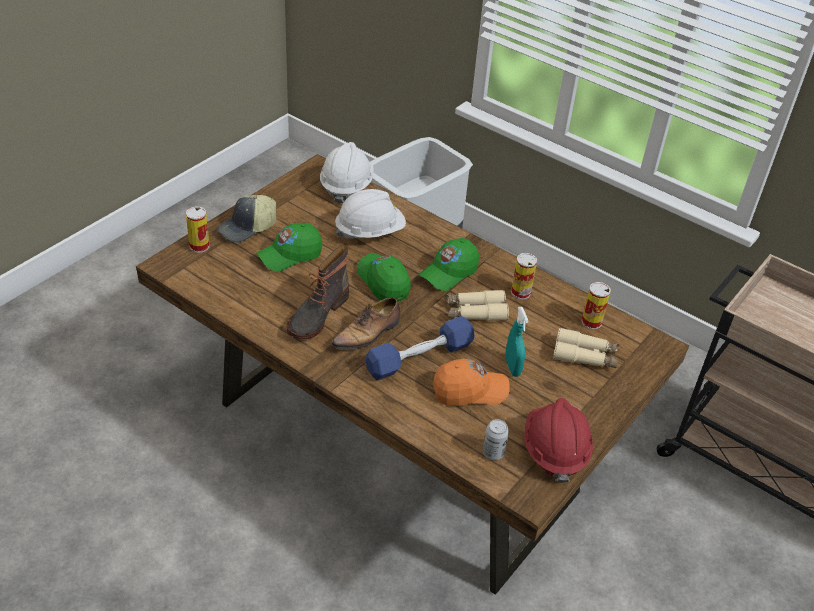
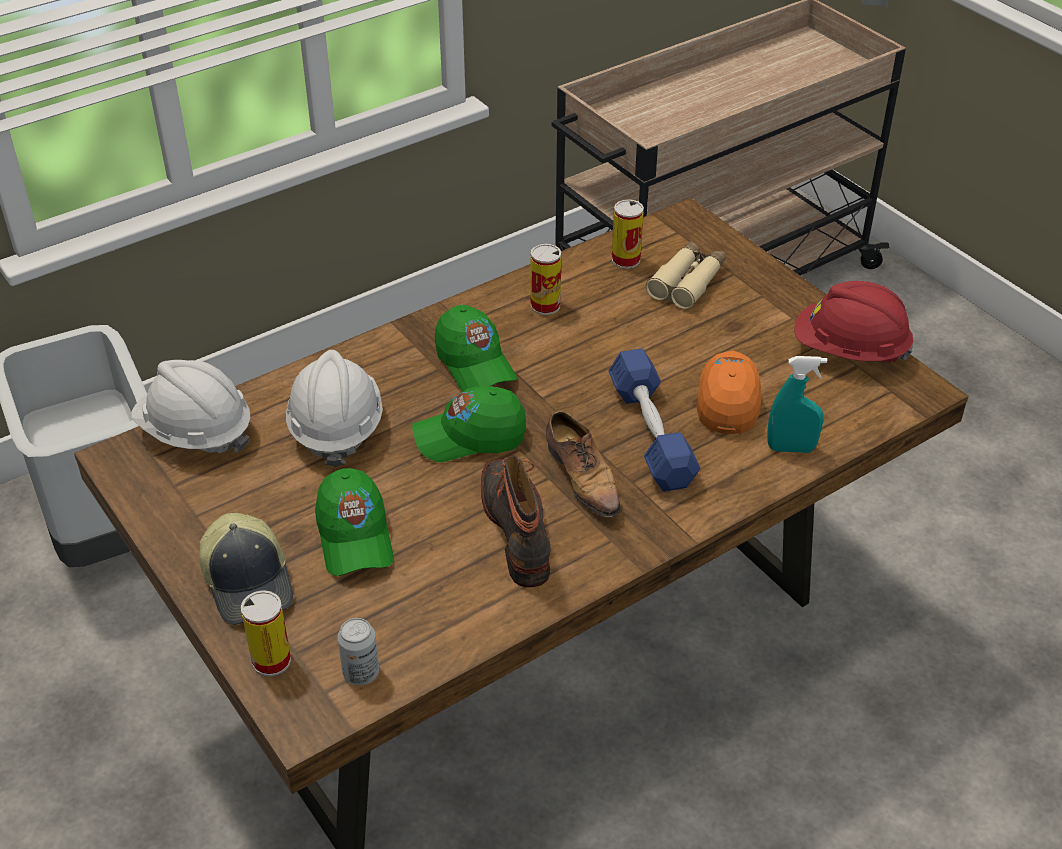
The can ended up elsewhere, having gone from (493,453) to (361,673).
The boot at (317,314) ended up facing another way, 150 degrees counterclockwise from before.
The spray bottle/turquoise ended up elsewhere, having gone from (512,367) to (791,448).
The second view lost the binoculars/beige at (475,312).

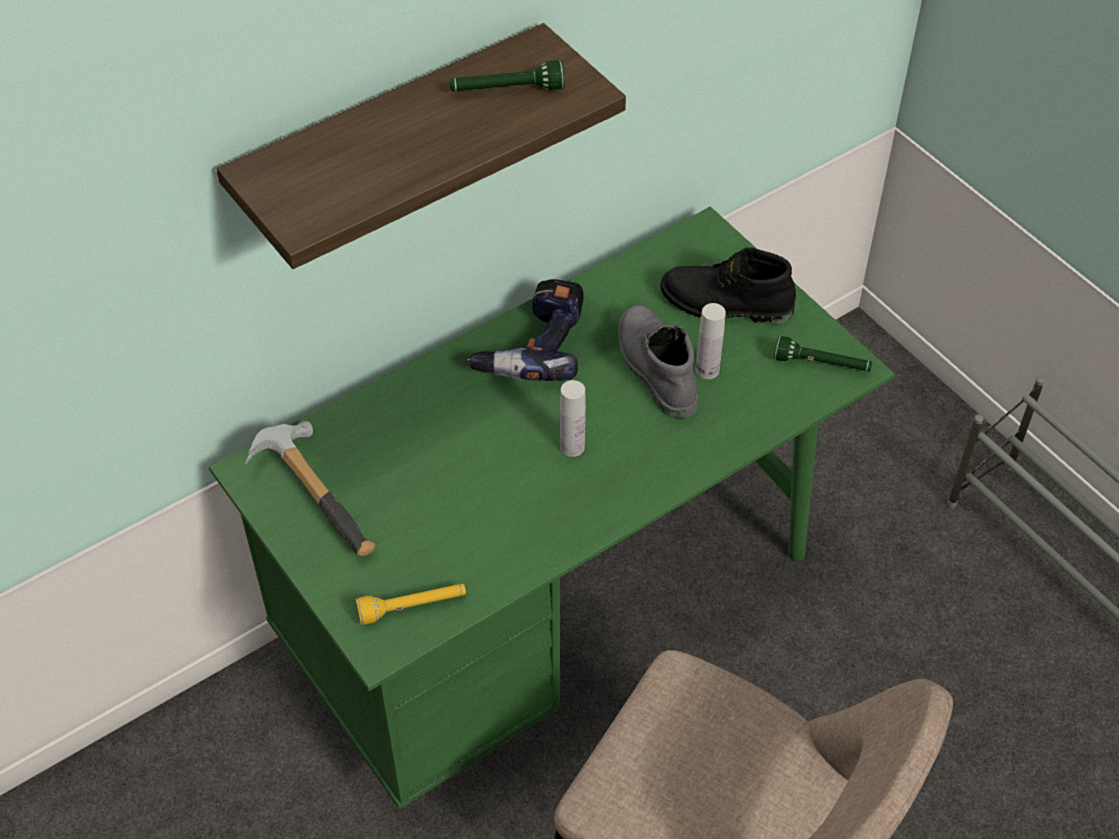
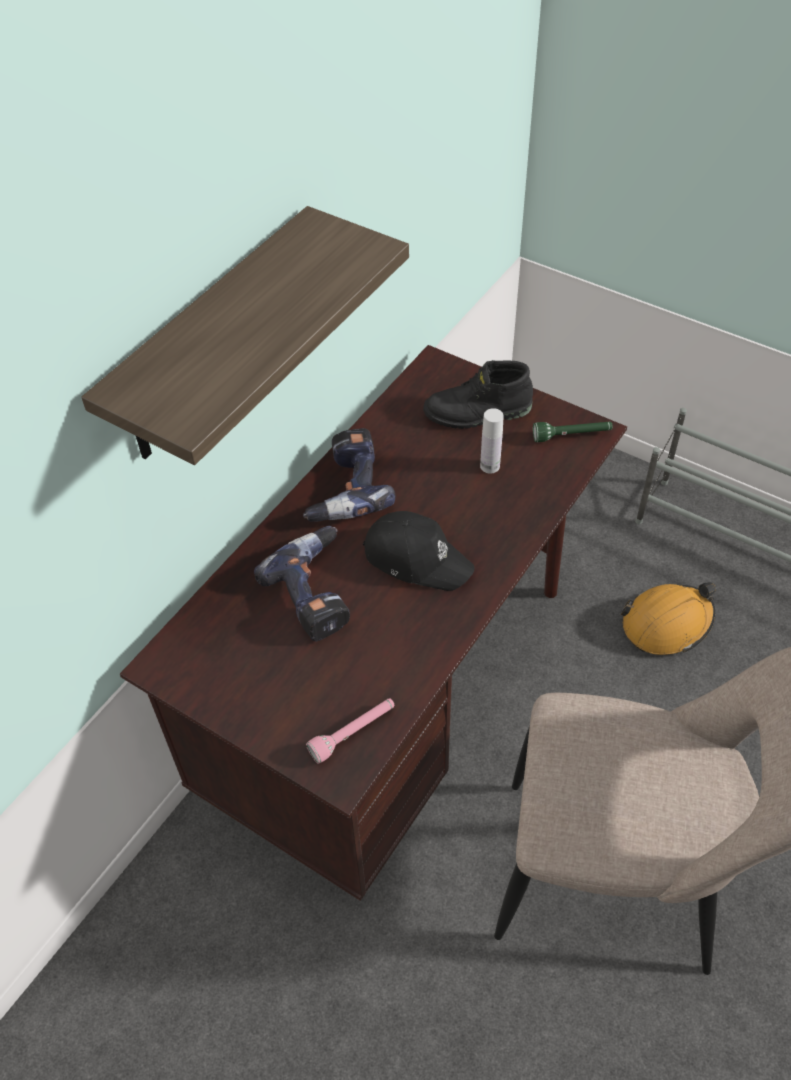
What was the desk/green at (559,615) turned into the desk/brown at (400,699).
The second view gained the power drill at (318,591).
What was the flashlight/yellow at (412,607) turned into the flashlight/pink at (353,733).
Where the bottle/white stood at (572,447), the cap/black came to stand at (417,558).
The second view gained the hard hat/orange at (667,623).
The second view lost the hammer at (321,492).
The second view lost the flashlight/green at (507,91).
The second view lost the boot/grey at (654,369).

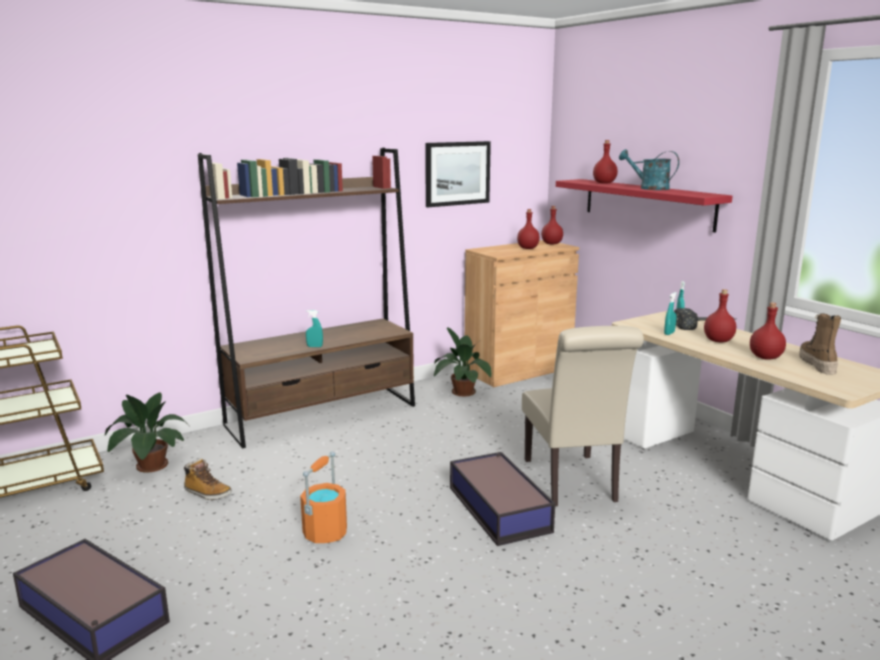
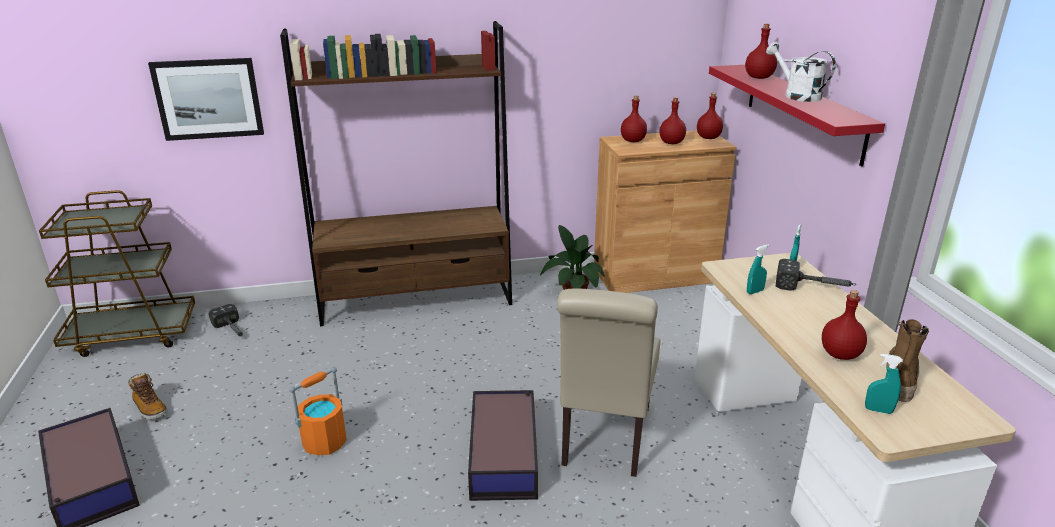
The boot ended up elsewhere, having gone from (207,493) to (150,408).
The picture ended up elsewhere, having gone from (457,173) to (208,99).
Where the potted plant stood at (149,466), the hammer came to stand at (232,330).
The bottle/red ended up elsewhere, having gone from (719,341) to (633,141).
What was the watering can/turquoise at (649,188) turned into the watering can/white at (796,95).
The spray bottle/turquoise ended up elsewhere, having gone from (314,346) to (878,410).

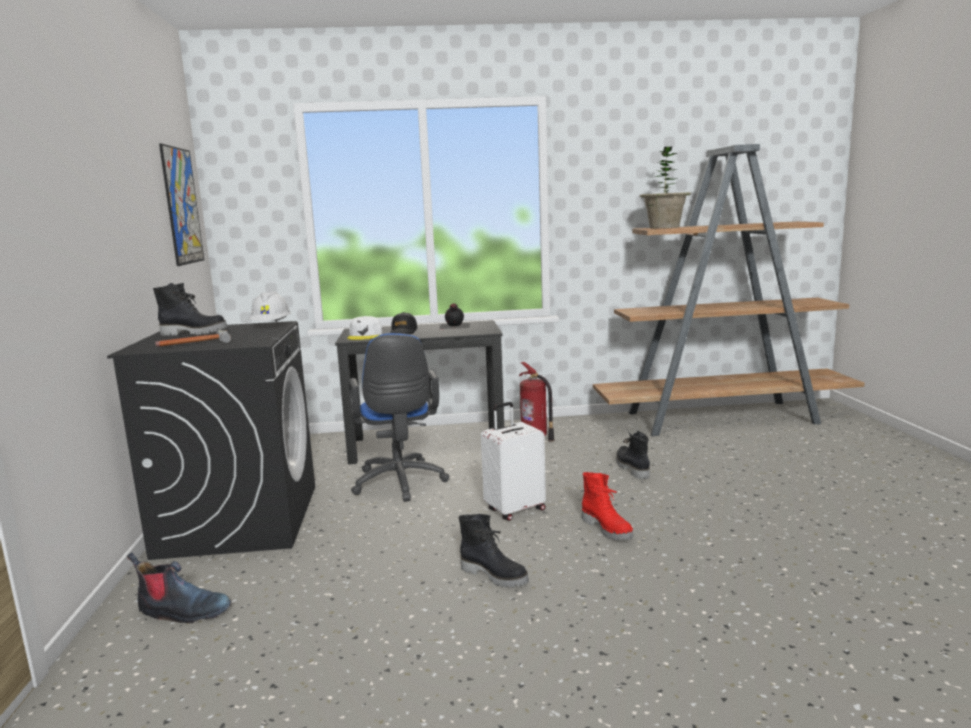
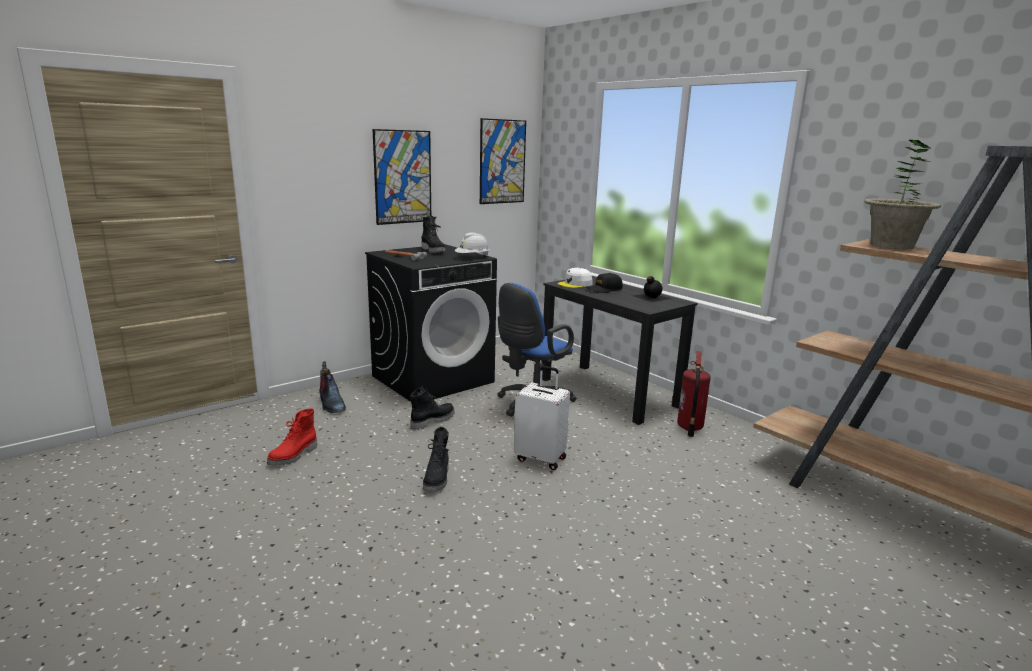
The boot/red ended up elsewhere, having gone from (607,529) to (294,456).
The second view gained the picture at (403,177).
The boot/black ended up elsewhere, having gone from (631,468) to (432,421).

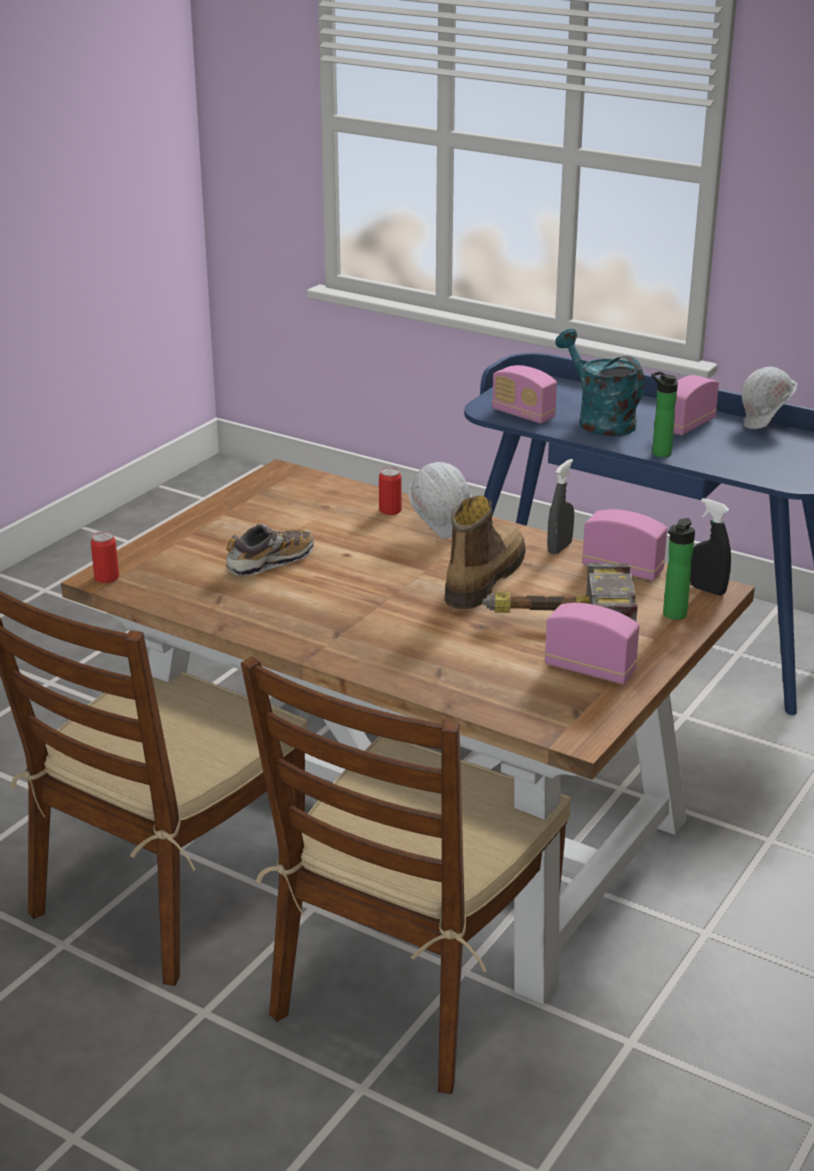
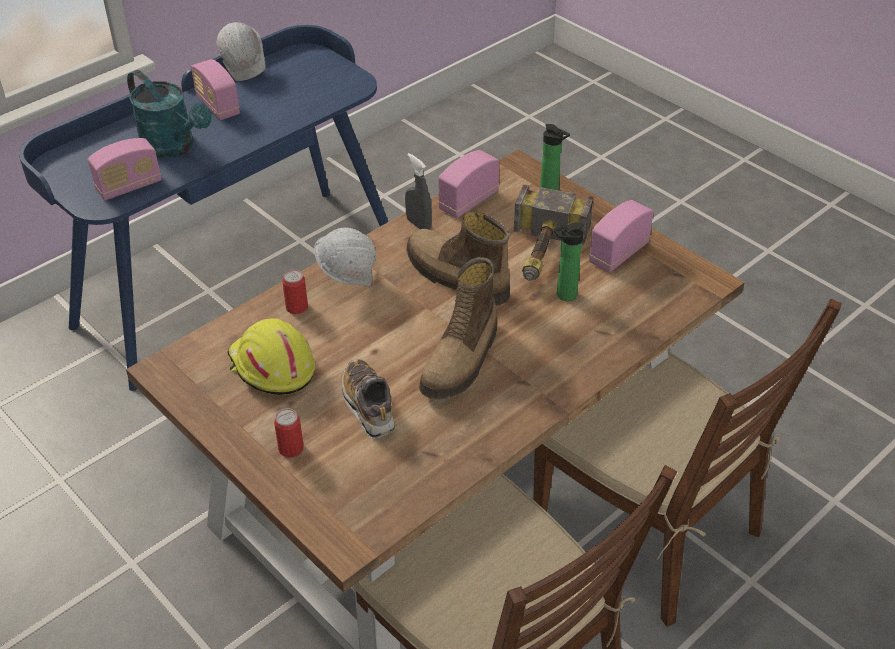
The watering can/turquoise at (599,420) ended up facing another way, 120 degrees counterclockwise from before.
The second view gained the hard hat/yellow at (271,368).
The can ended up elsewhere, having gone from (106,578) to (291,448).
The second view gained the boot at (462,361).
The bottle ended up elsewhere, having gone from (659,452) to (563,295).
The second view lost the spray bottle/black at (707,590).

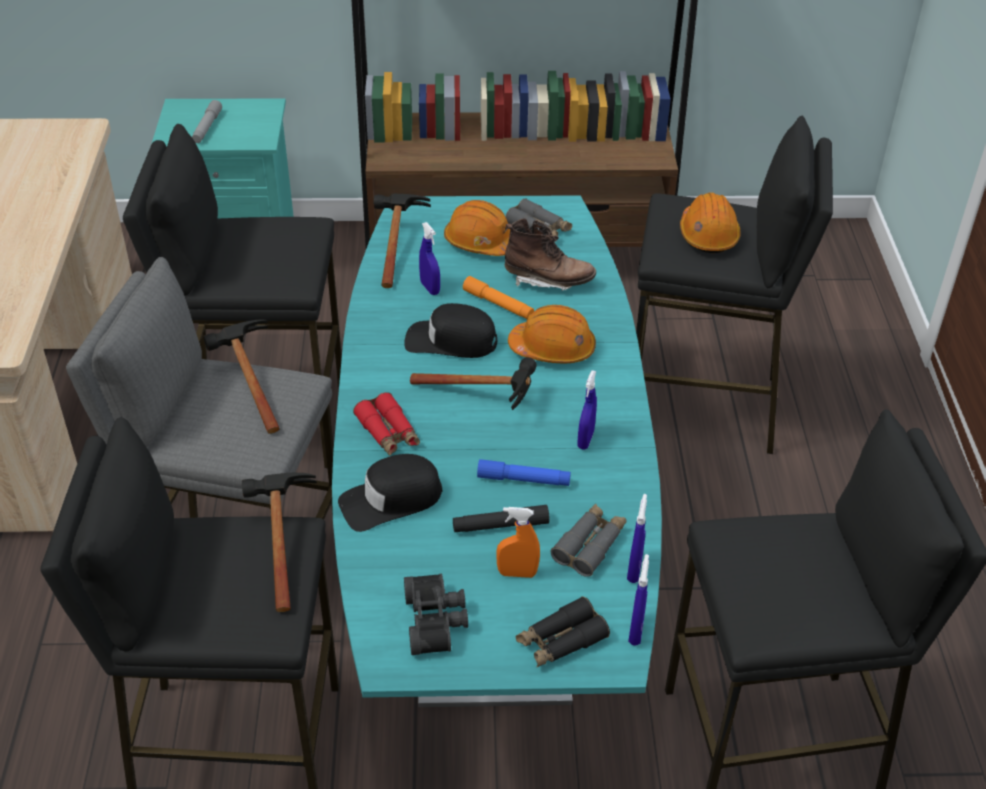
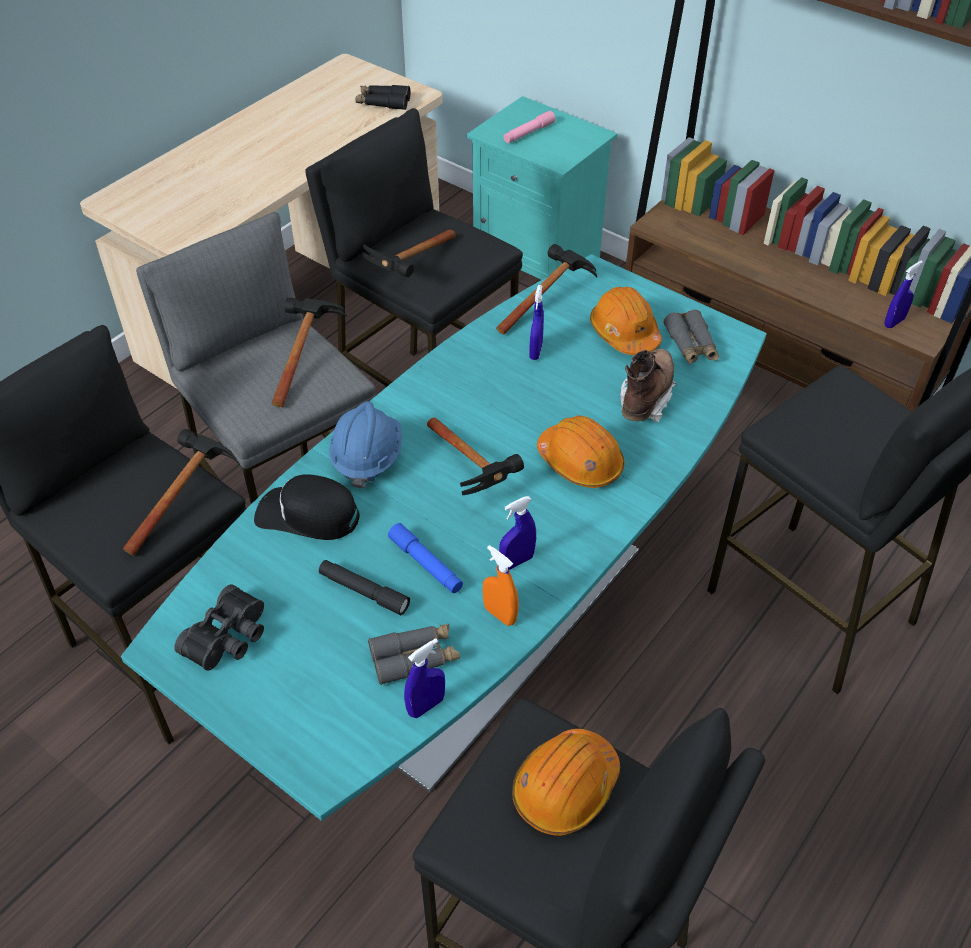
Where the binoculars/red stood at (388,432), the hard hat/blue came to stand at (367,457).
The binoculars/black ended up elsewhere, having gone from (561,641) to (383,103).
The second view gained the hammer at (410,271).
The spray bottle/orange ended up elsewhere, having gone from (517,573) to (500,614).
What was the flashlight/grey at (207,127) turned into the flashlight/pink at (528,133).
The hard hat/orange ended up elsewhere, having gone from (708,235) to (565,788).
The boot/brown at (548,280) ended up facing another way, 120 degrees counterclockwise from before.
The spray bottle/blue ended up elsewhere, having gone from (636,631) to (894,322).
The second view lost the cap/black at (451,341).
The second view lost the flashlight/orange at (498,304).

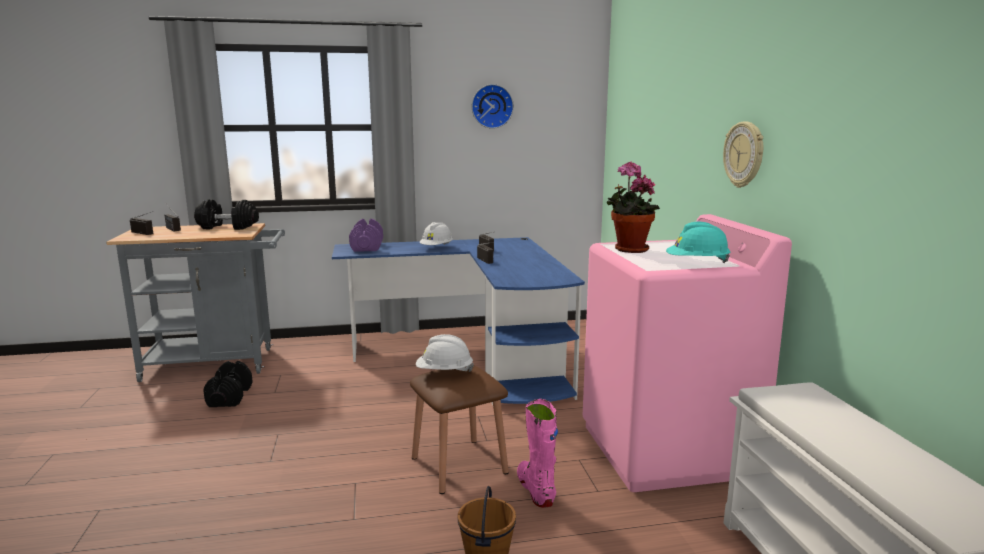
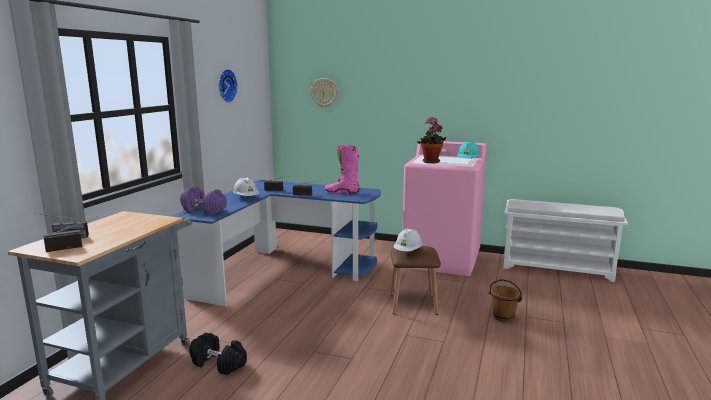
The wall clock ended up elsewhere, having gone from (744,154) to (324,92).
The boot/pink ended up elsewhere, having gone from (536,490) to (342,192).
The second view lost the dumbbell/black at (228,227).

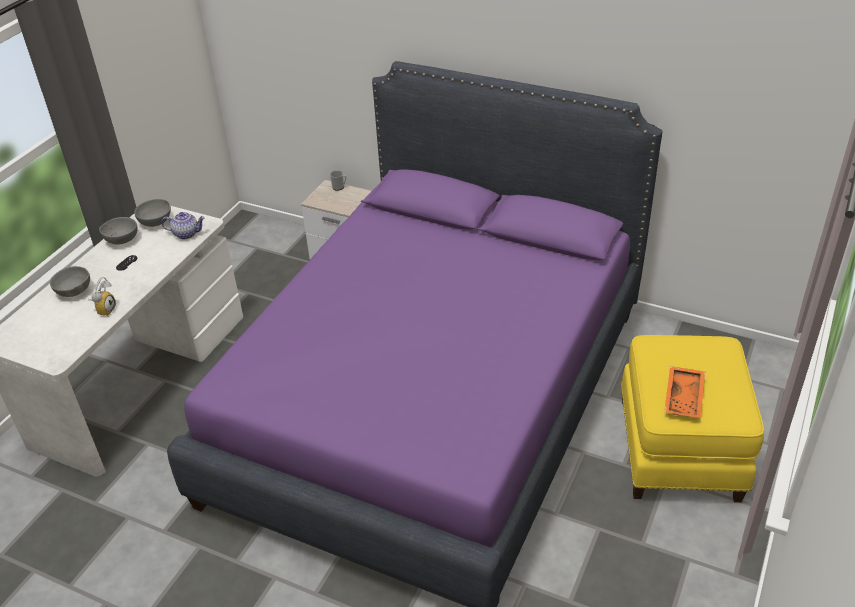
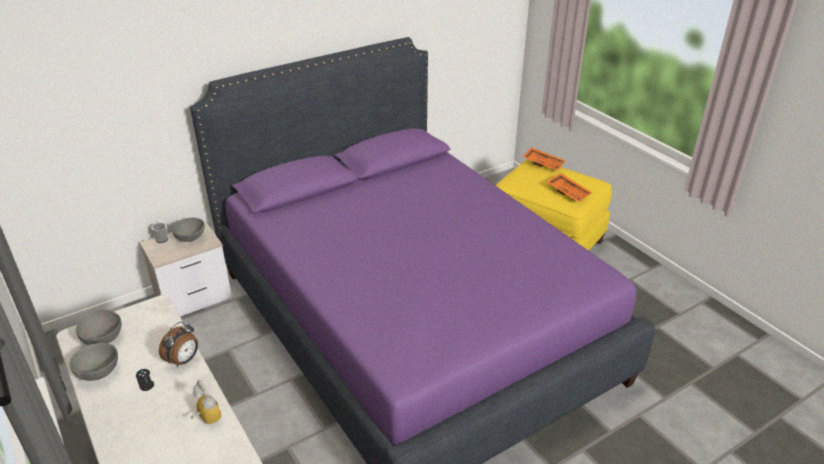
The second view gained the alarm clock at (184,360).
The bowl/grey ended up elsewhere, having gone from (74,292) to (191,238).
The second view gained the tray/orange at (543,163).
The second view lost the teapot at (187,233).

